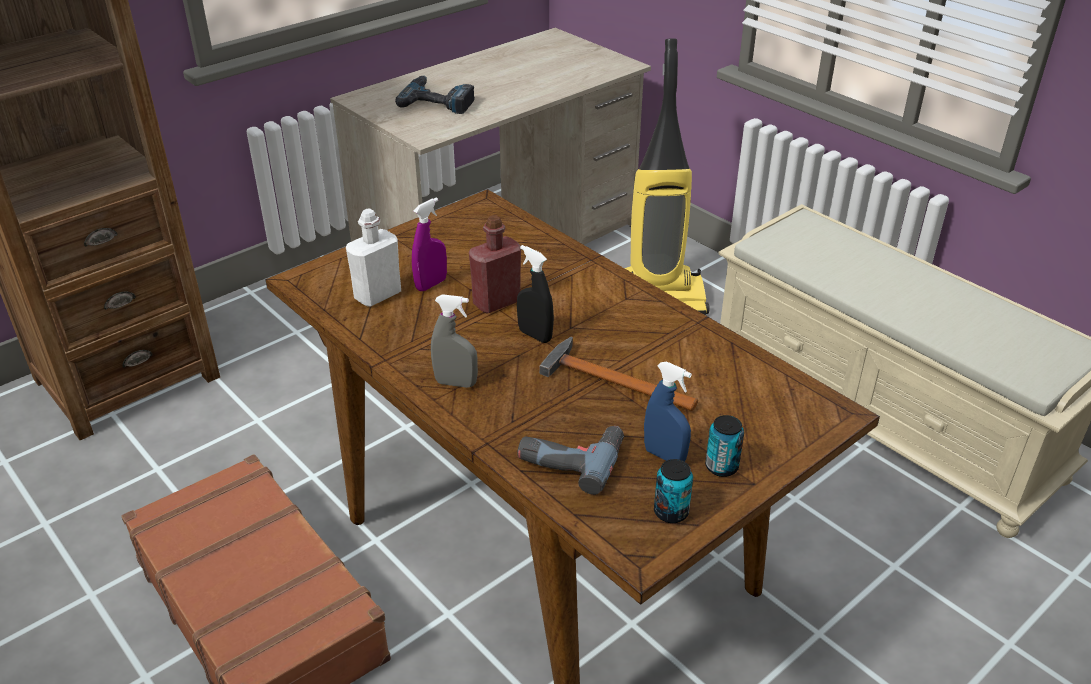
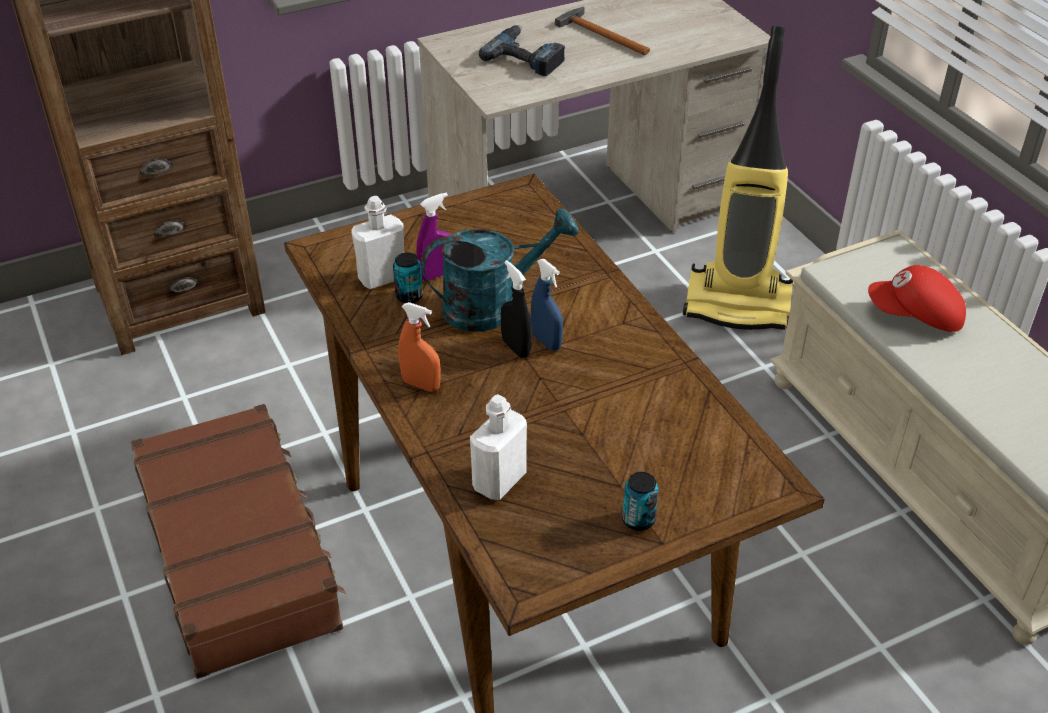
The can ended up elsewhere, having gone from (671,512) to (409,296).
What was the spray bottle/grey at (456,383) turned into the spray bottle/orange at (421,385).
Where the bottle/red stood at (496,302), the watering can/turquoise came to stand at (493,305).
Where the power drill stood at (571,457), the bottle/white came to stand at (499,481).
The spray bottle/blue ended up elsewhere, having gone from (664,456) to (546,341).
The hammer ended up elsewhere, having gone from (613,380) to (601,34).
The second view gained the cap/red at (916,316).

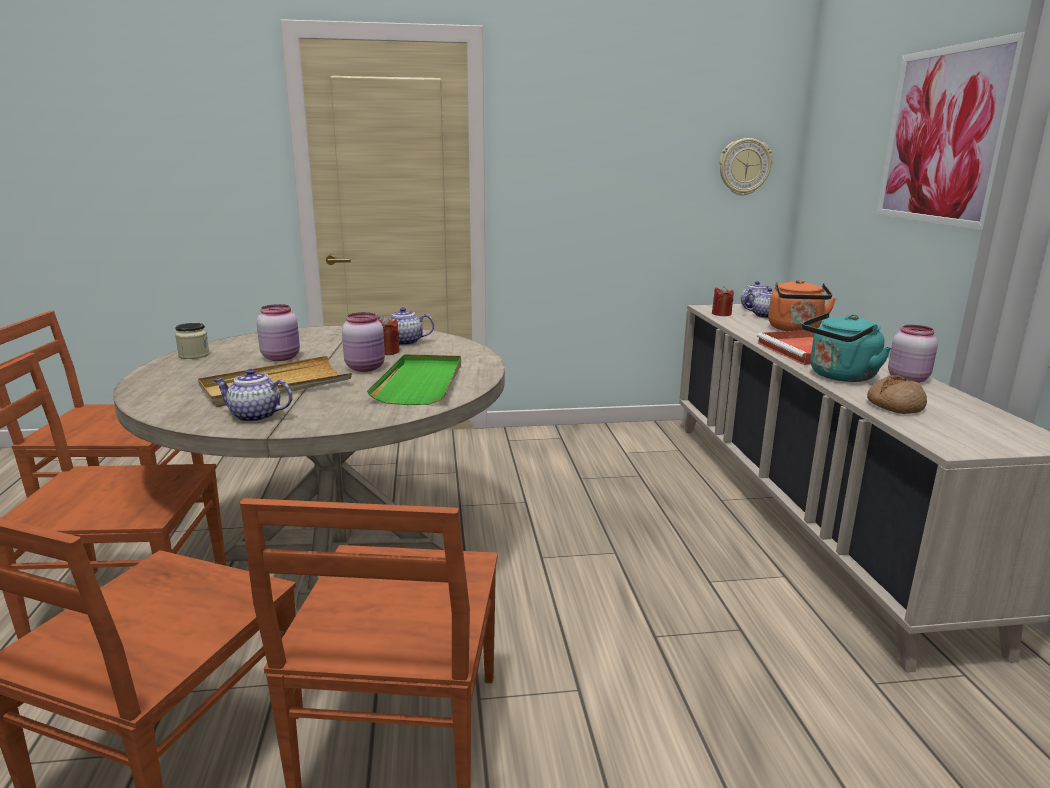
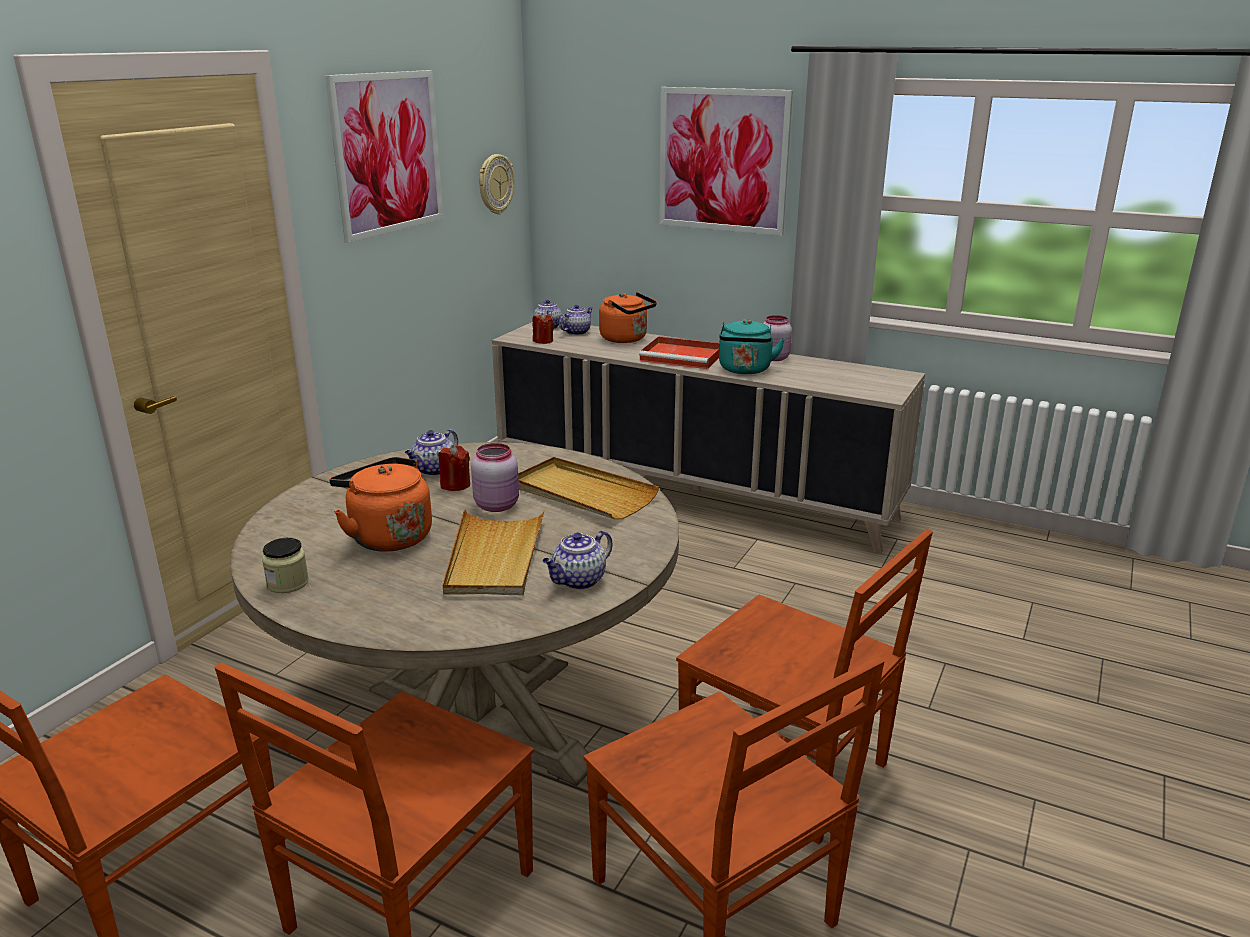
The second view gained the picture at (388,153).
Where the jar/pink stood at (282,357), the kettle/orange came to stand at (387,536).
What was the tray/green at (421,383) turned into the tray/beige at (582,493).
The second view lost the bread at (894,405).

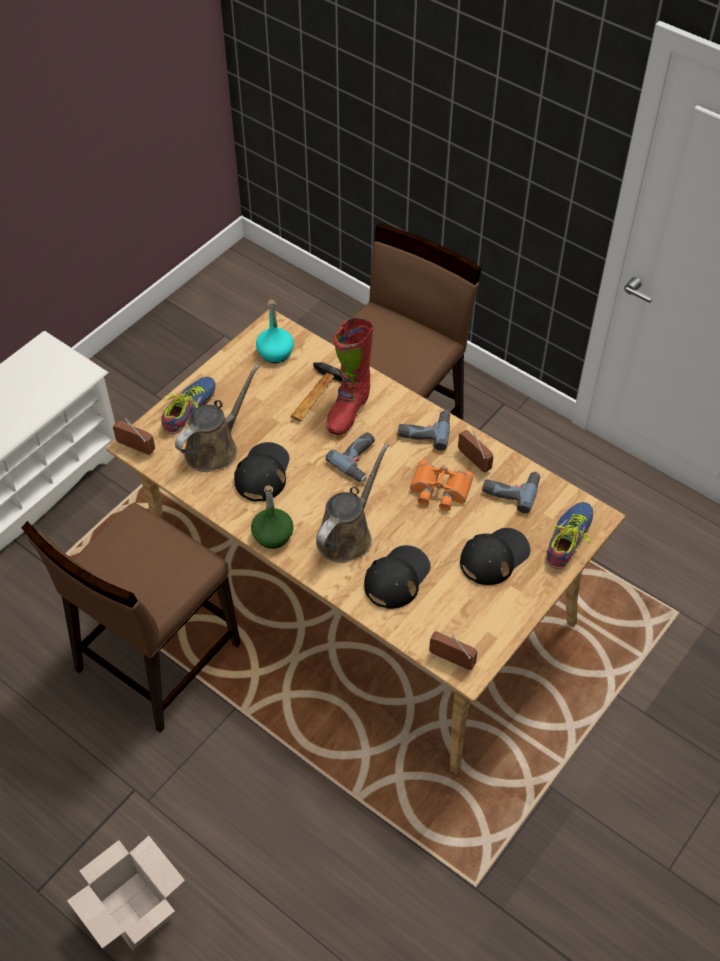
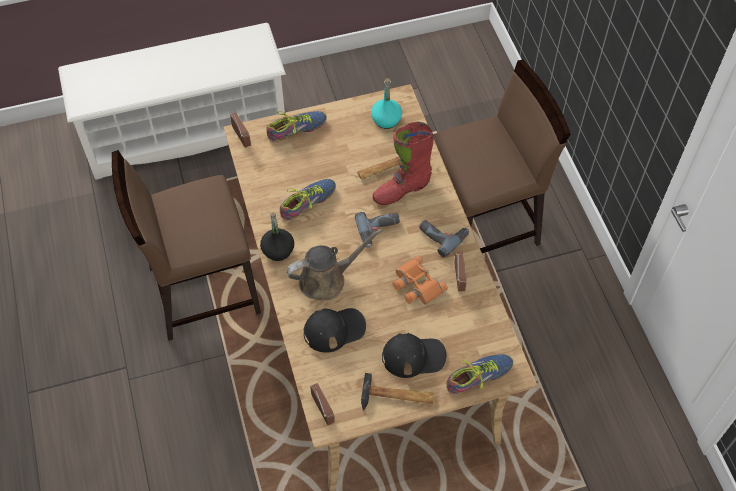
What was the bottle/green at (272,536) turned into the bottle/black at (278,250).
Where the cap/black stood at (262,473), the shoe came to stand at (307,202).
The second view gained the hammer at (397,397).
The second view lost the cardboard box at (133,910).
The second view lost the watering can/brown at (215,448).
The second view lost the power drill at (510,489).

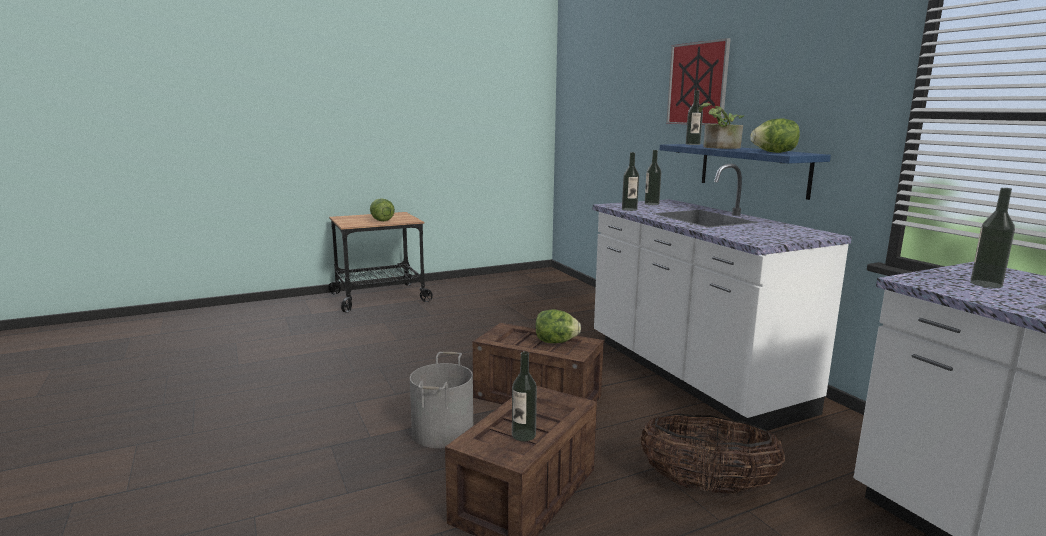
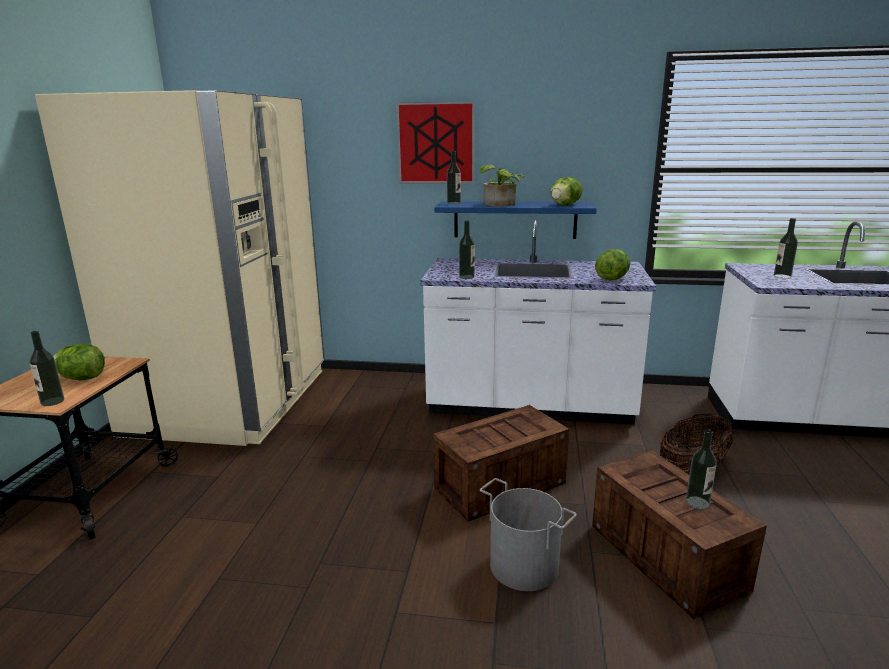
The bottle ended up elsewhere, having gone from (651,204) to (52,401).
The second view gained the fridge/beige at (231,402).
The lettuce ended up elsewhere, having gone from (555,342) to (612,279).

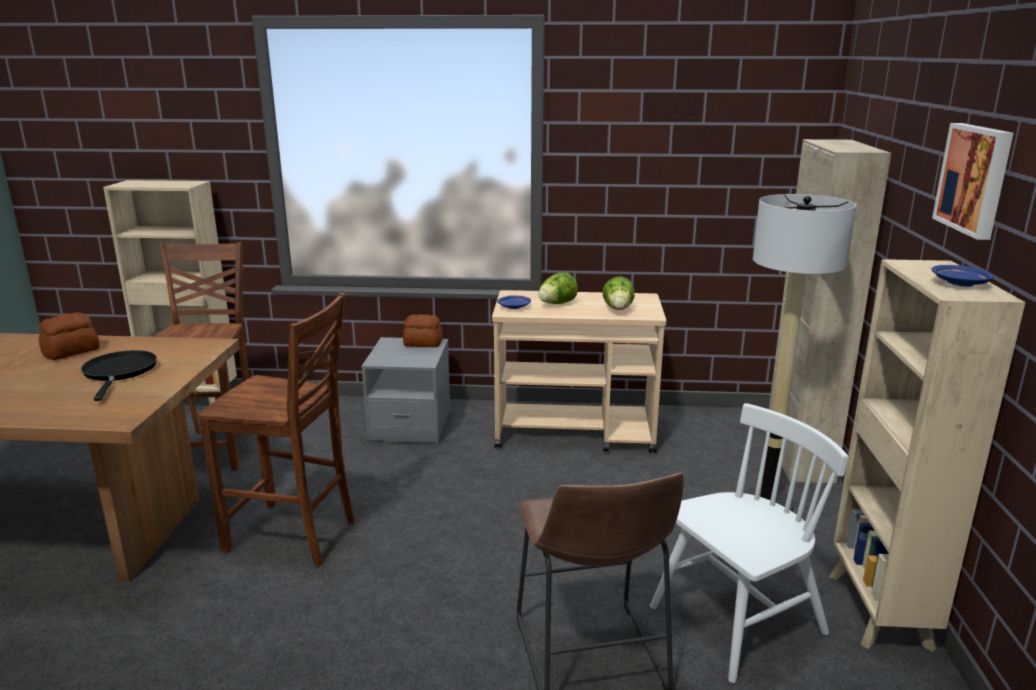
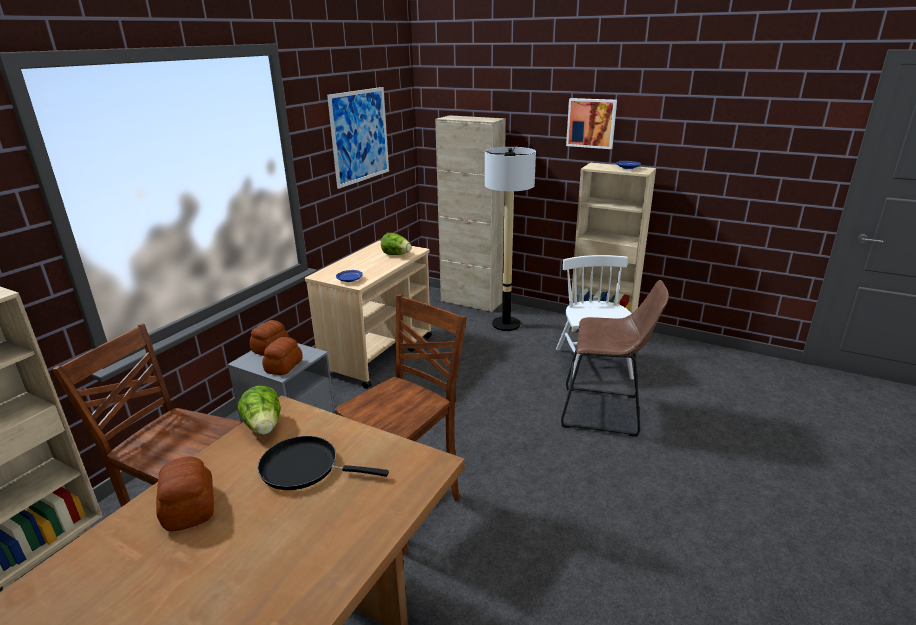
The lettuce ended up elsewhere, having gone from (556,304) to (264,427).
The second view gained the bread at (283,366).
The second view gained the picture at (360,136).

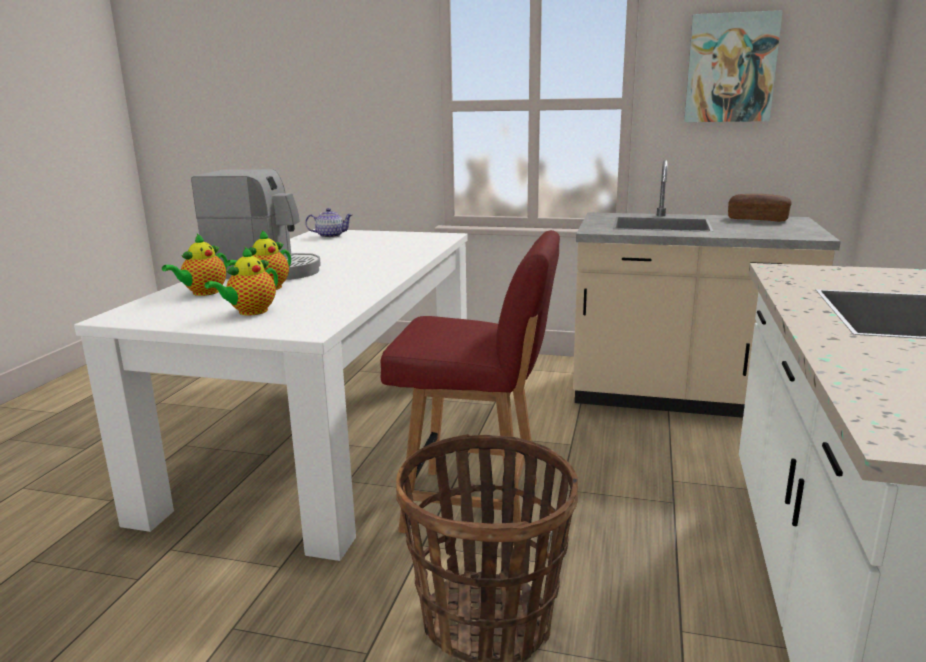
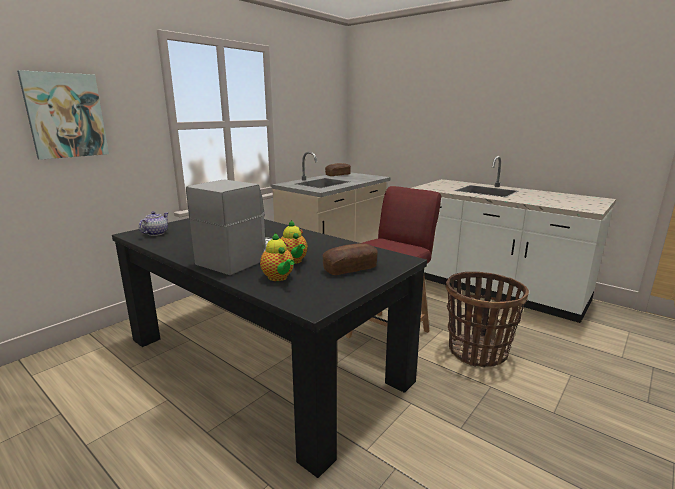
The picture ended up elsewhere, having gone from (730,68) to (65,115).
What was the dining table/white at (331,431) turned into the dining table/black at (263,359).
Where the teapot stood at (250,312), the bread came to stand at (350,269).

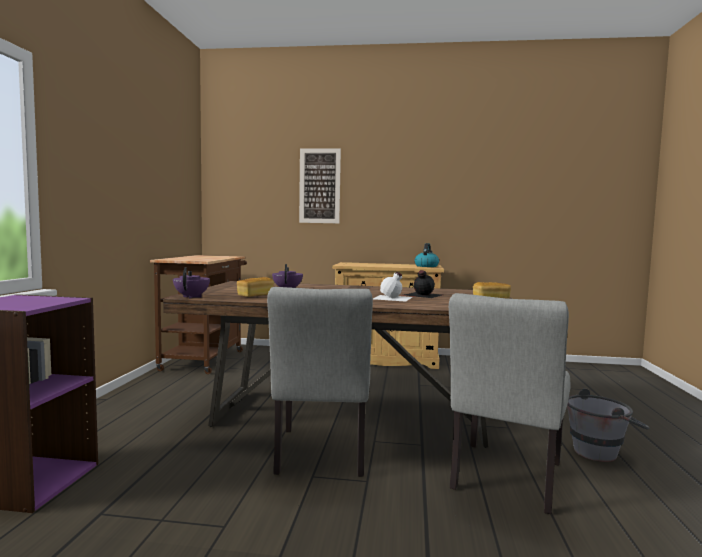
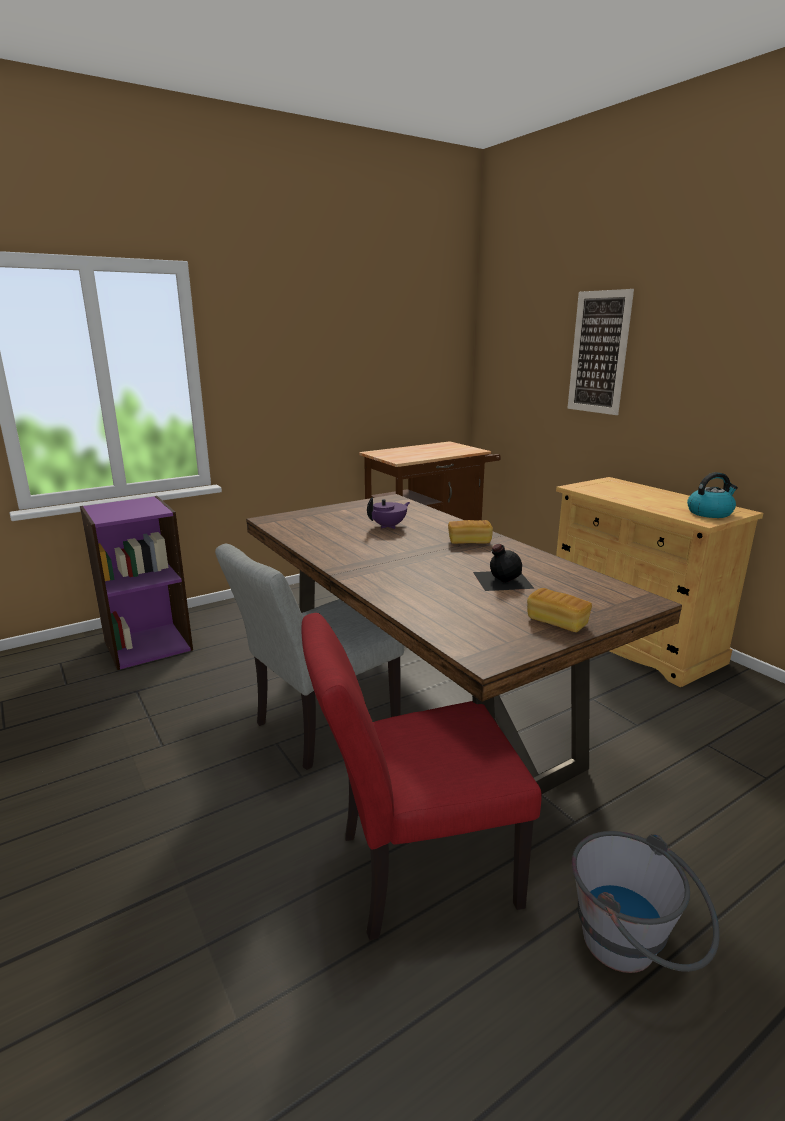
What was the chair/grey at (504,480) turned into the chair/red at (412,871).
The bread ended up elsewhere, having gone from (255,295) to (469,542).
The second view lost the teapot/purple at (192,297).
The second view lost the bottle/white at (393,298).

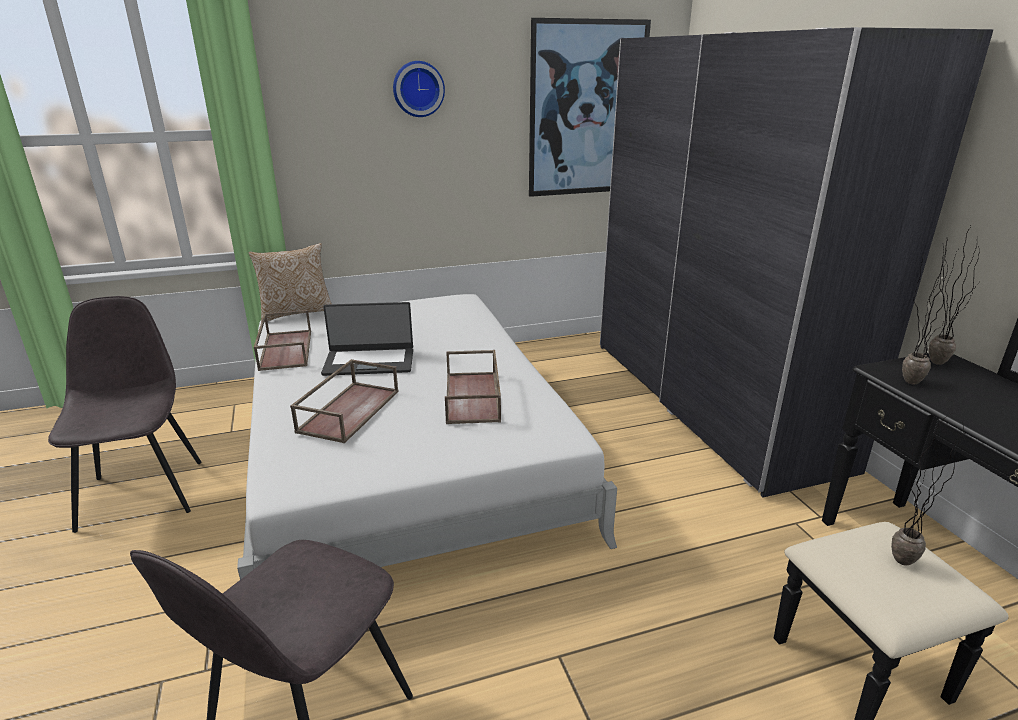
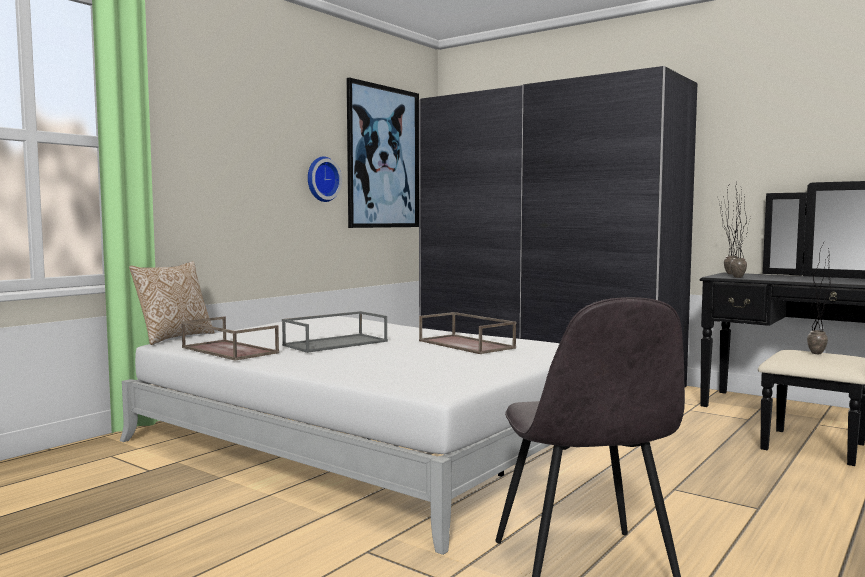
Where the laptop stood at (369,361), the tray/grey came to stand at (336,343).
The wall clock ended up elsewhere, having gone from (418,89) to (321,179).
The second view lost the chair/grey at (143,492).
The second view lost the tray/brown at (349,410).

